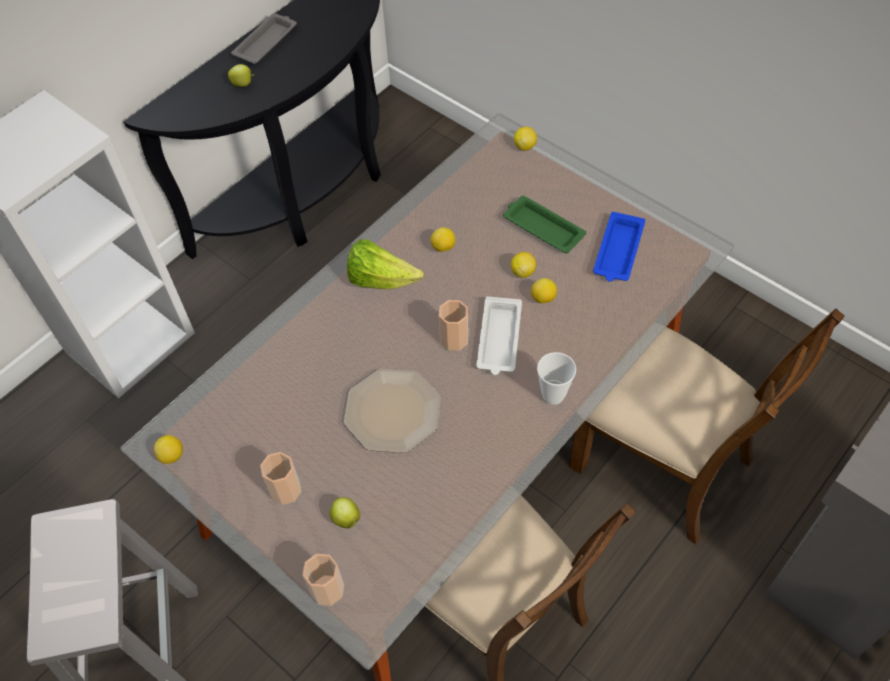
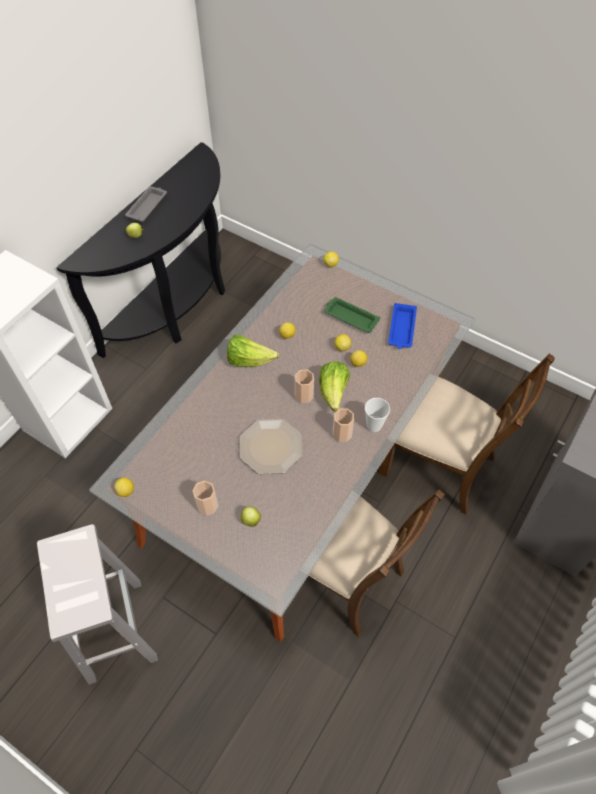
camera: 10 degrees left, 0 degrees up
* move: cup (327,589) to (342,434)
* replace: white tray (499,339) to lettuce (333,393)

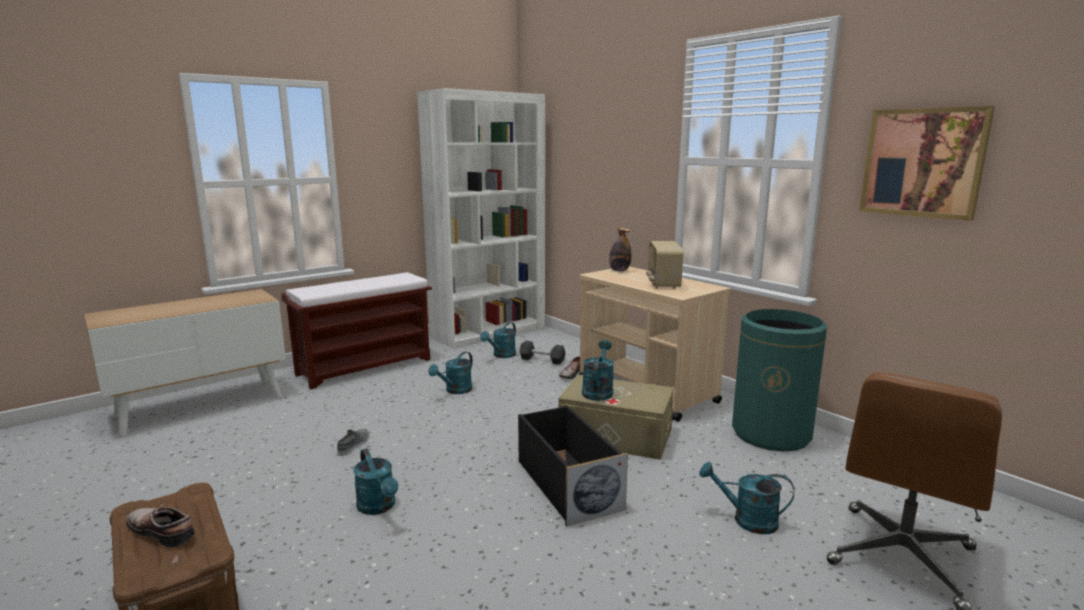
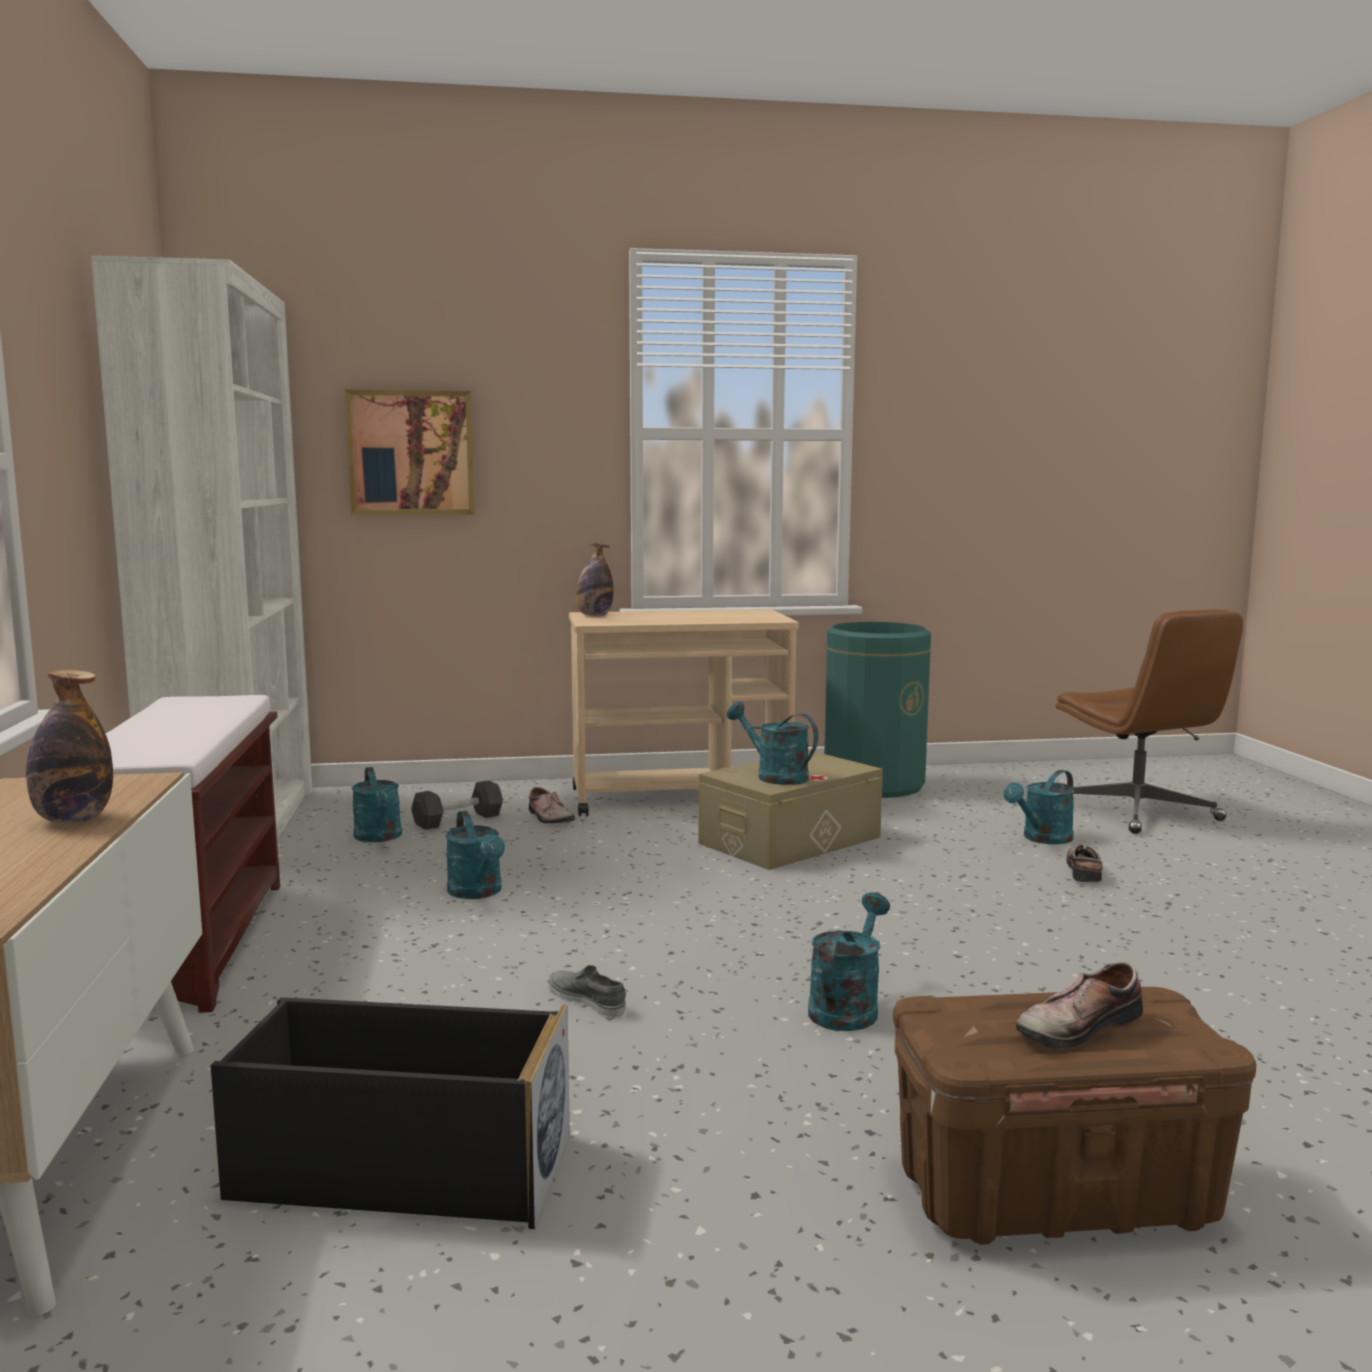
camera: 60 degrees left, 5 degrees down
* delete: radio (662,283)
* insert: bottle (73,820)
* insert: shoe (1086,872)
* move: black storage box (566,484) to (399,1169)
* move: picture (922,163) to (411,453)
* rotate: turquoise watering can (379,507) = (847,1007) 60 degrees counterclockwise

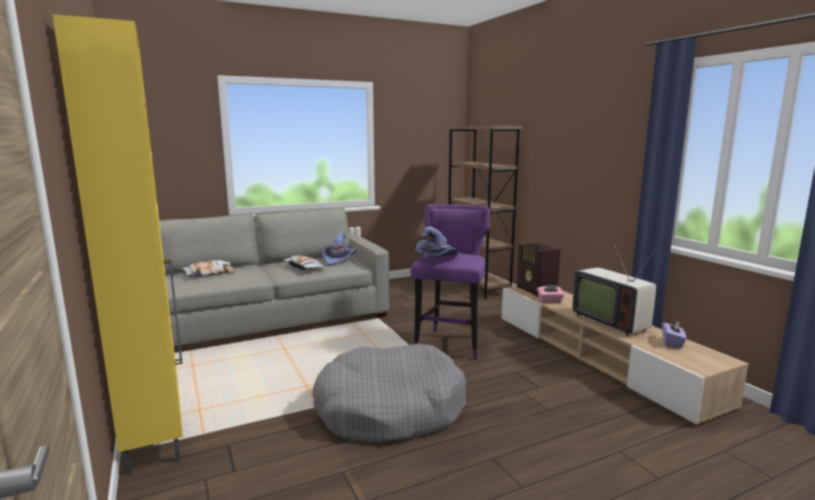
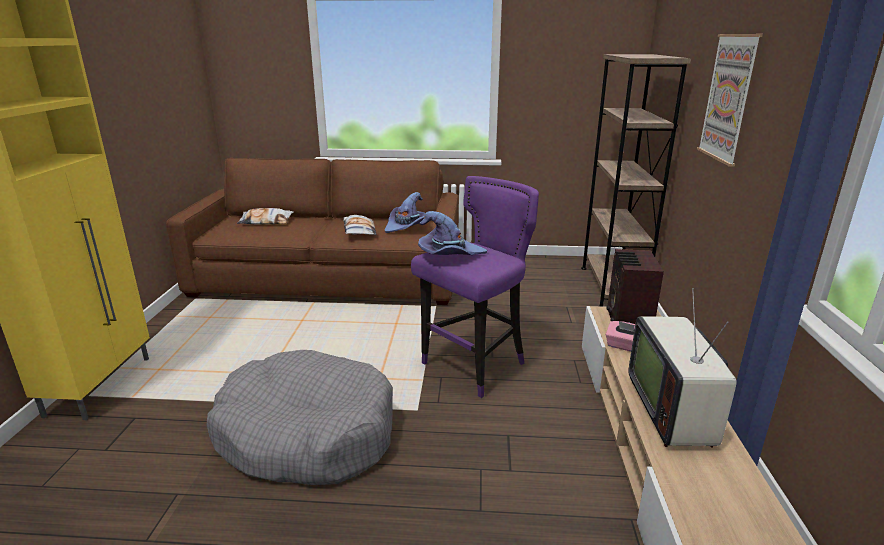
camera: 30 degrees right, 10 degrees up
* delete: purple tissue box (672,343)
* insert: picture (728,98)
* recolor: grey sofa (266,318) to brown sofa (329,278)

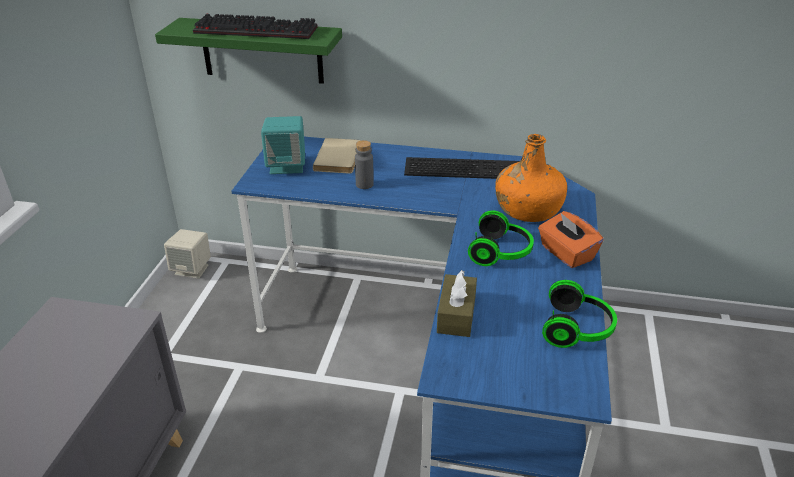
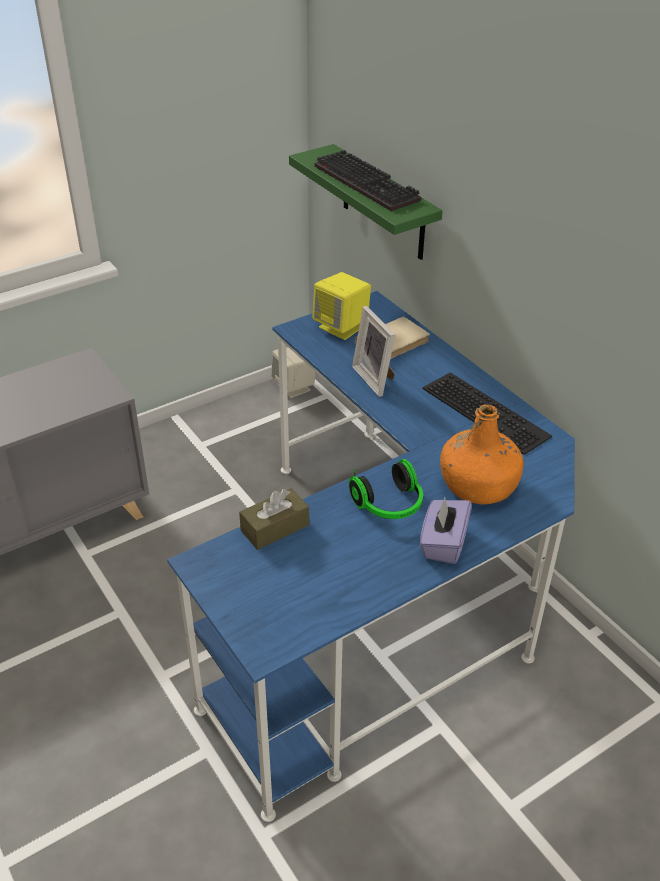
camera: 45 degrees right, 5 degrees up
* delete: headphones (578,329)
* replace: grey bottle (364,184) to picture frame (376,378)
* recolor: turquoise speaker (287,166) to yellow speaker (341,327)
* recolor: orange tissue box (566,253) to purple tissue box (443,543)

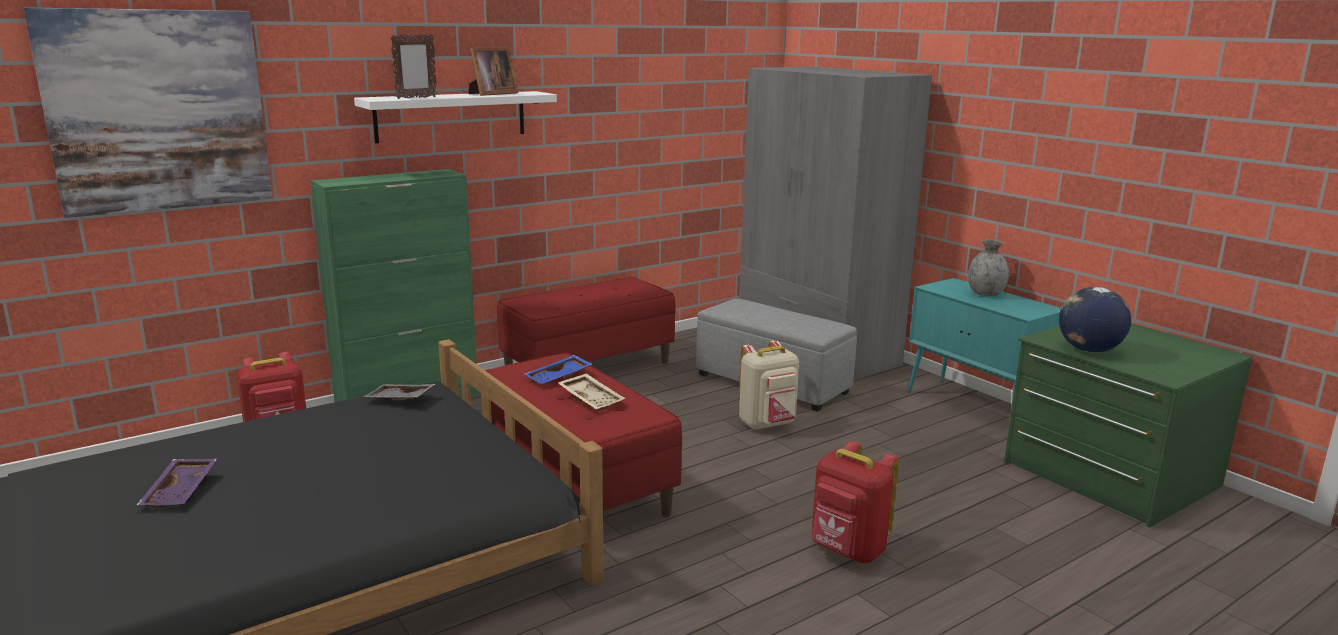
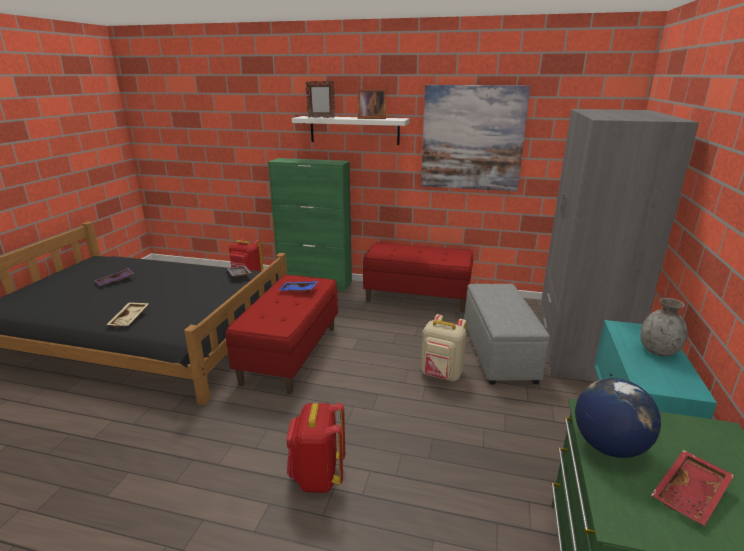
camera: 50 degrees right, 5 degrees up
* insert: red tray (691,495)
* move: picture (158,111) to (472,138)
* move: beige tray (592,399) to (130,319)

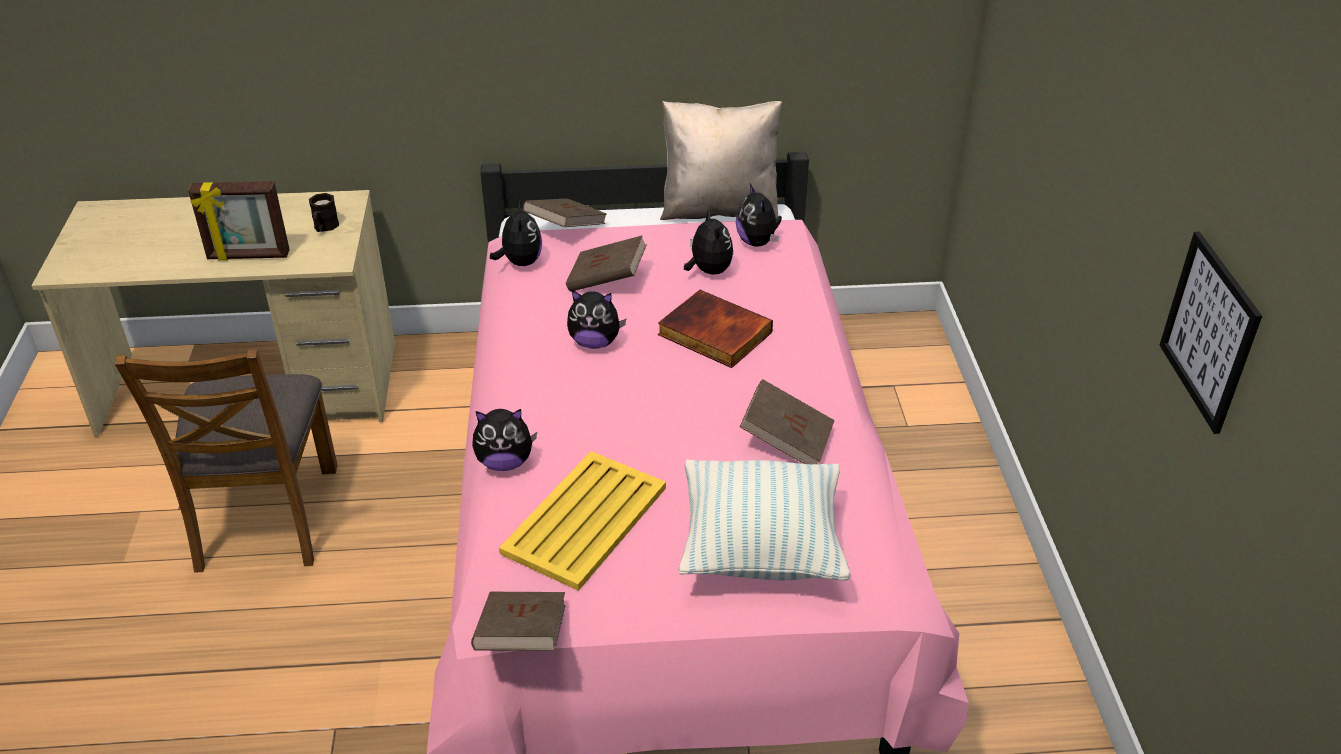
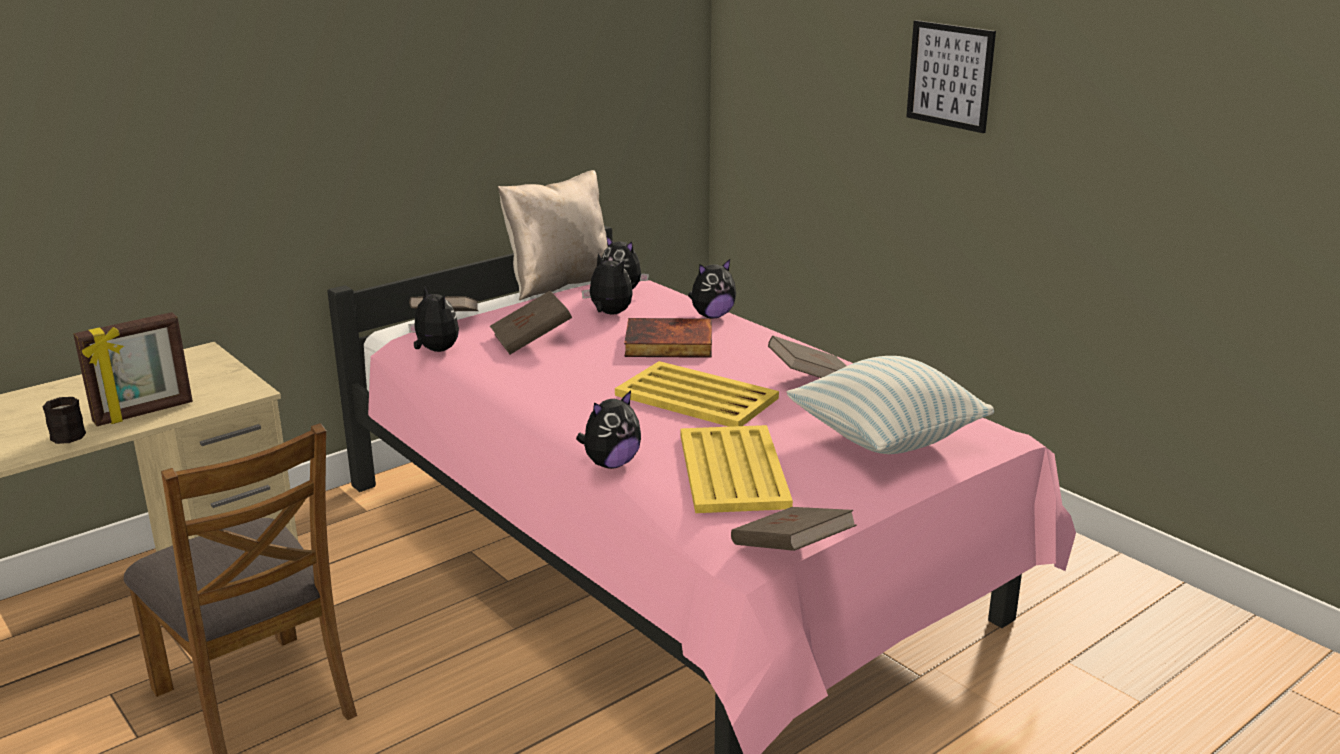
camera: 35 degrees left, 15 degrees down
* insert: yellow tray (695,396)
* move: black mug (324,227) to (68,439)
* move: plush toy (595,342) to (712,316)
* move: picture (1209,331) to (950,75)

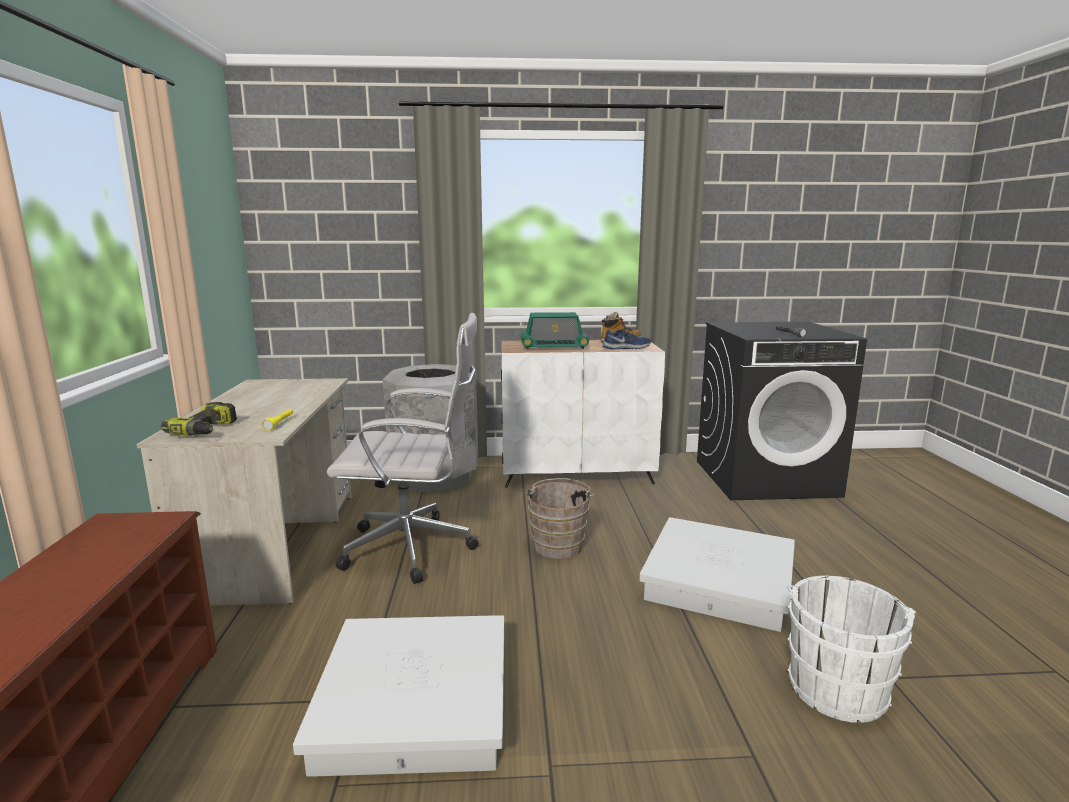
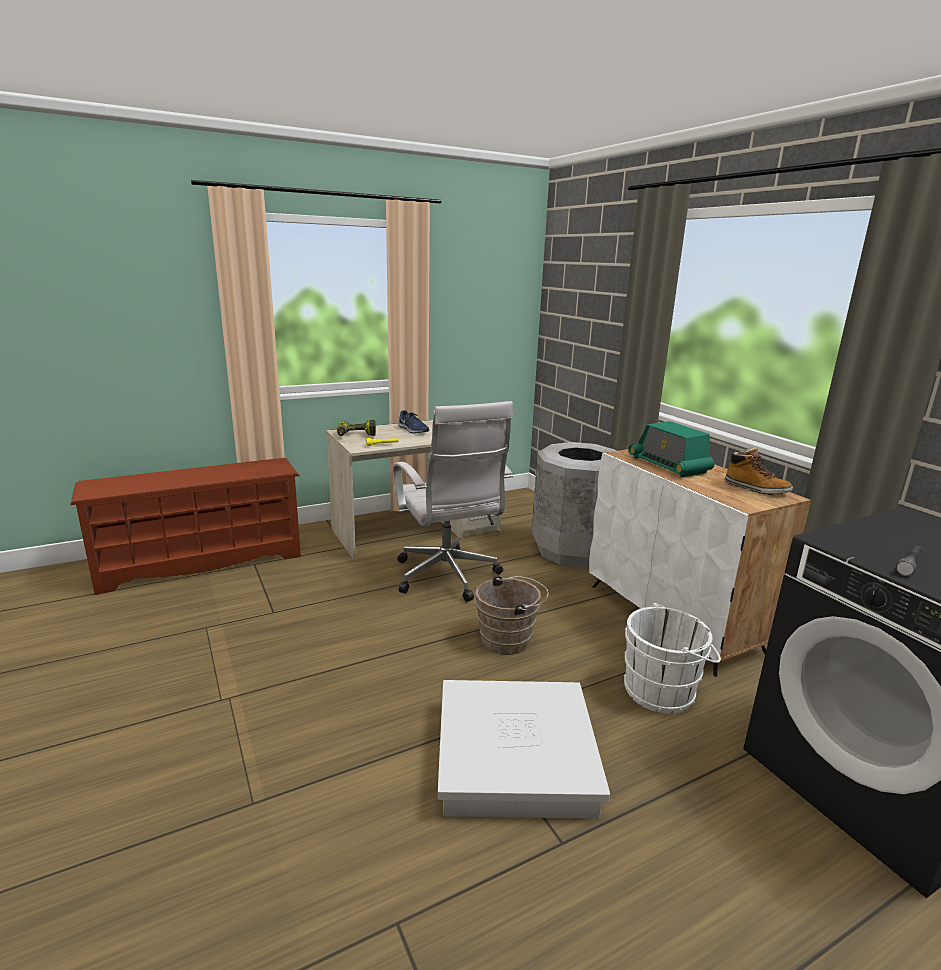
camera: 65 degrees right, 5 degrees up
* delete: white storage box (414,704)
* move: blue shoe (627,348) to (412,430)
* move: white bucket (836,685) to (663,690)

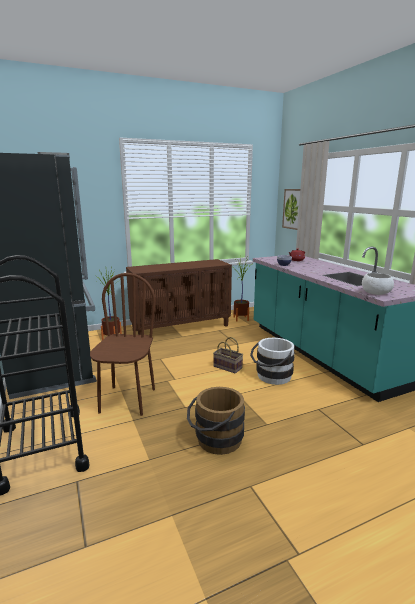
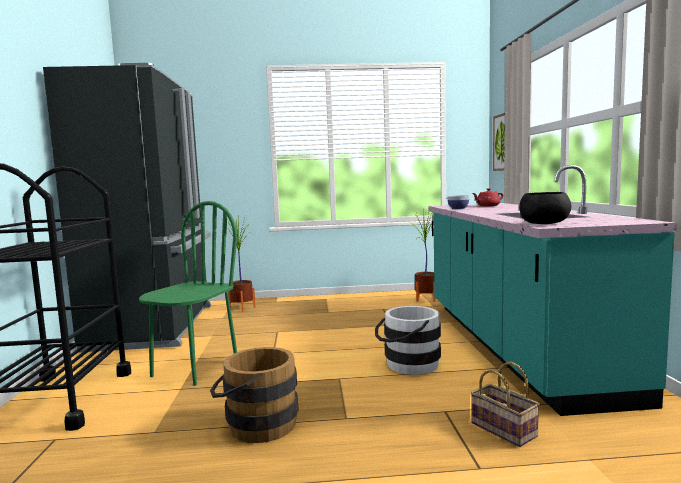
camera: 20 degrees right, 10 degrees down
* delete: brown cabinet (181,328)
* move: basket (228,367) to (505,430)
* recolor: brown chair (127,400) to green chair (195,368)
* recolor: white bowl (375,293) to black bowl (543,223)

